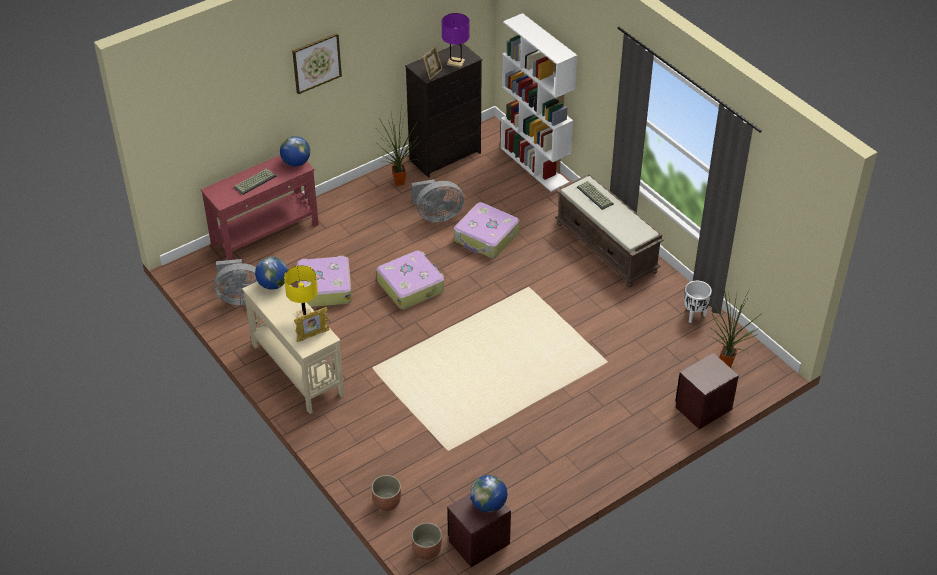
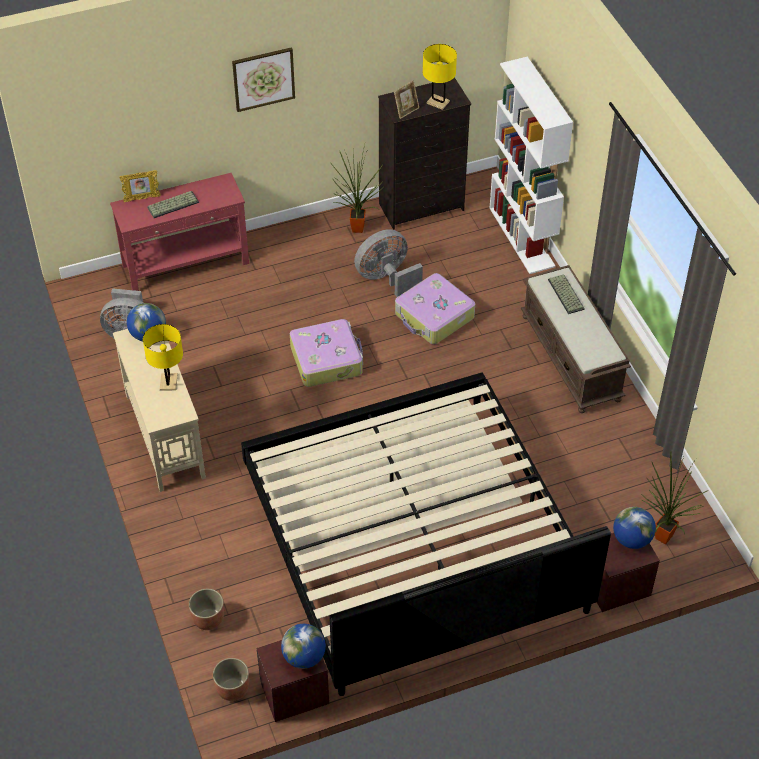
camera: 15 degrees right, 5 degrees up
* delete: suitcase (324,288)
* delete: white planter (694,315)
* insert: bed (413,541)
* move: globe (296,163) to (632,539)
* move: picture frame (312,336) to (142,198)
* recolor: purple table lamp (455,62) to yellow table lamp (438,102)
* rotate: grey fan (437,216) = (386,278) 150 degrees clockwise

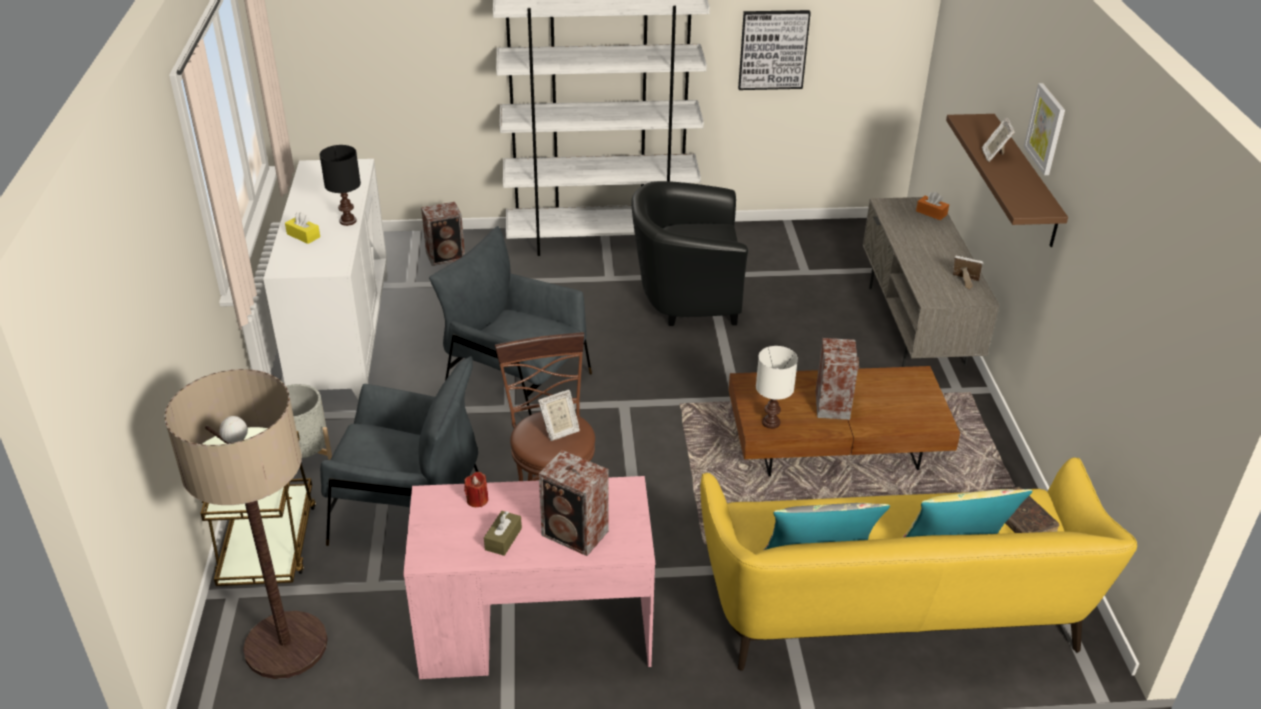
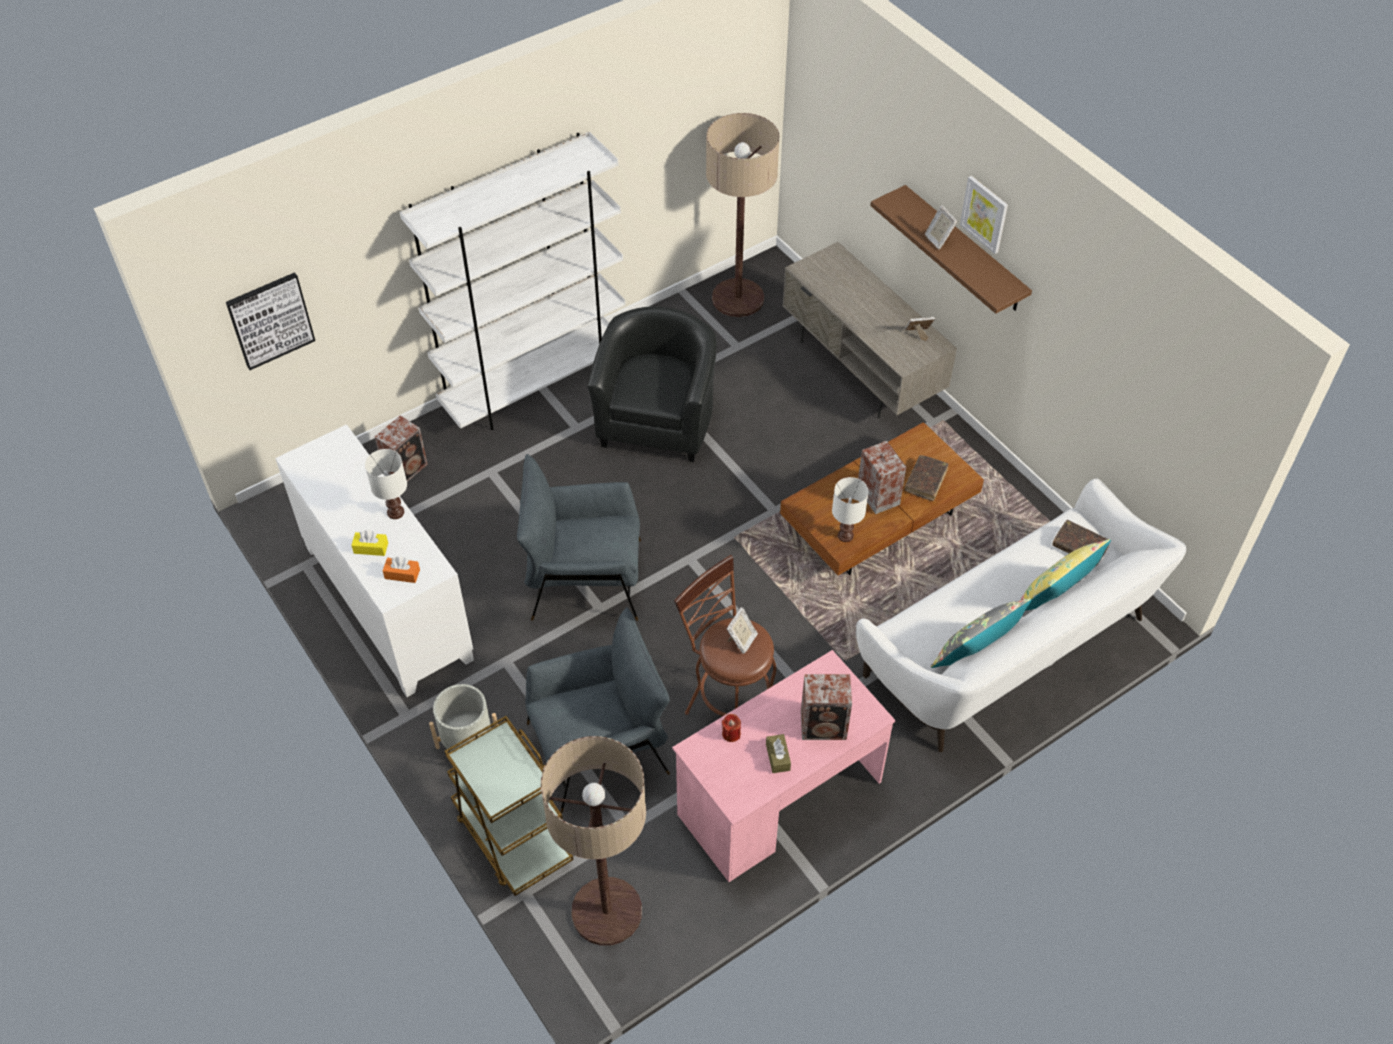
camera: 30 degrees left, 15 degrees up
* insert: floor lamp (738,298)
* insert: brown book (925,481)
* move: picture (773,49) to (270,320)
* move: orange tissue box (931,213) to (402,574)
* recolor: black table lamp (347,221) to white table lamp (395,513)
* recolor: yellow sofa (894,610) to white sofa (1008,648)
* rotate: black armchair (685,297) = (658,421) 135 degrees clockwise

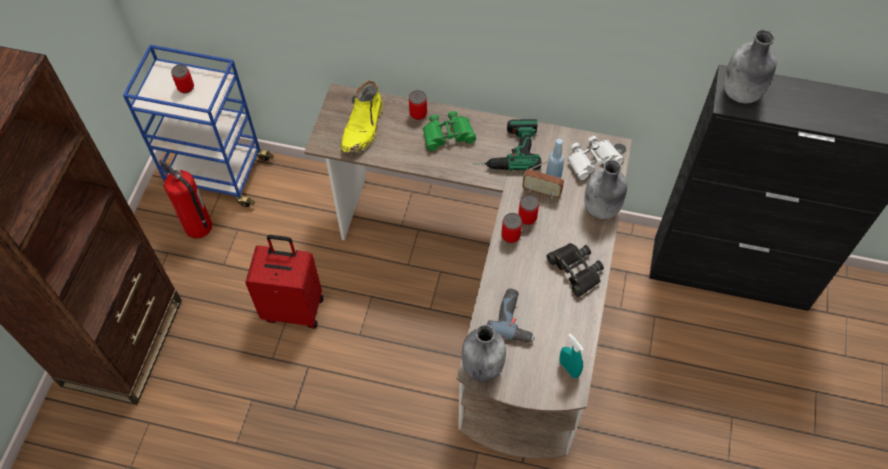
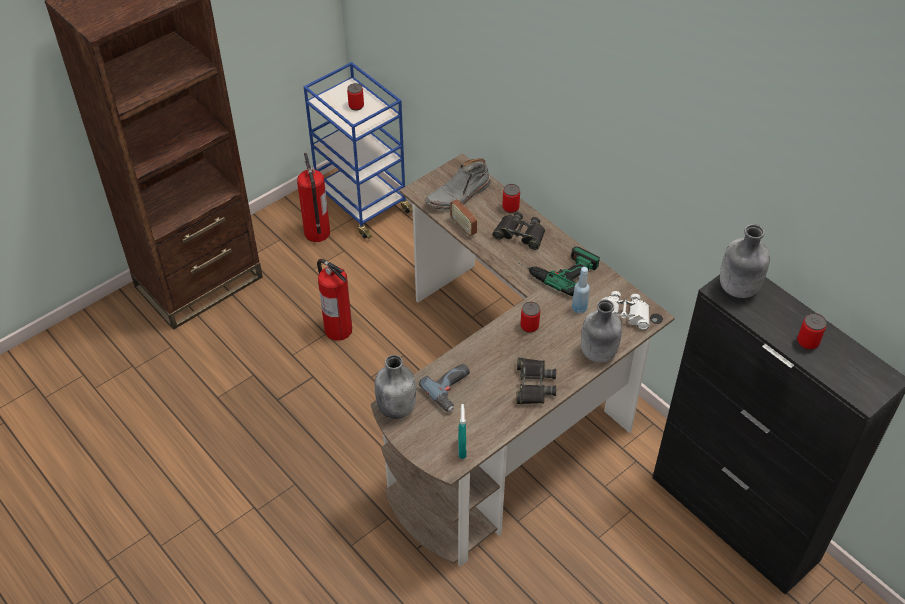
camera: 35 degrees right, 10 degrees down
* move: can (510,235) to (807,342)
* move: radio (541,191) to (463,227)
* replace: red suitcase (294,308) to fire extinguisher (338,329)
* recolor: yellow boot (363,127) to grey boot (458,195)
* recolor: green binoculars (447,135) to black binoculars (520,234)

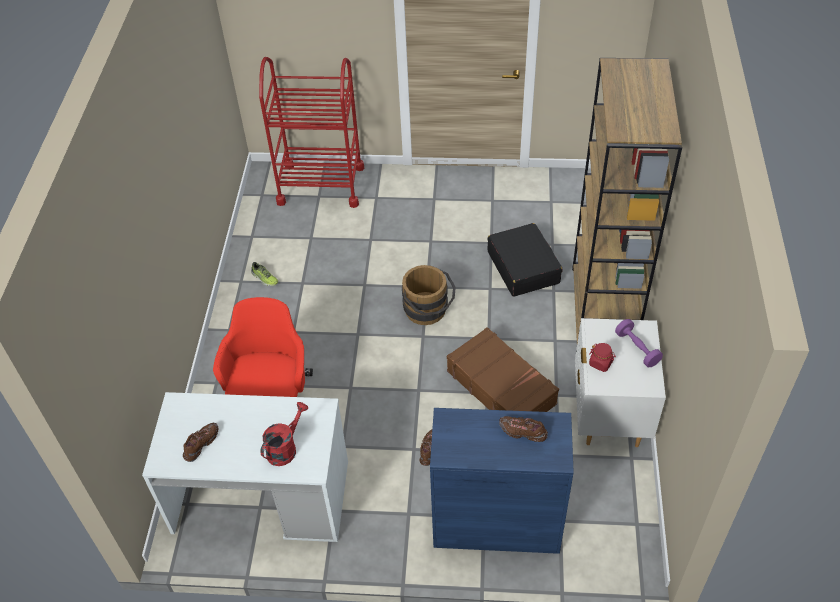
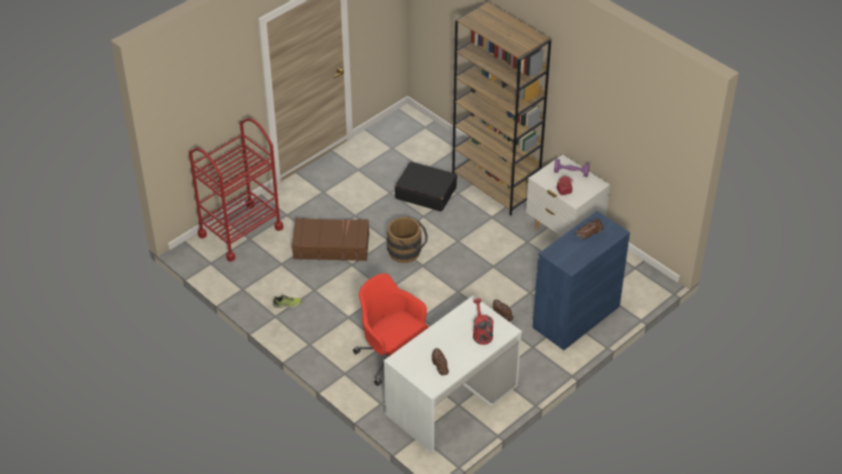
camera: 50 degrees left, 5 degrees down
* move: brown suitcase (501,387) to (331,245)

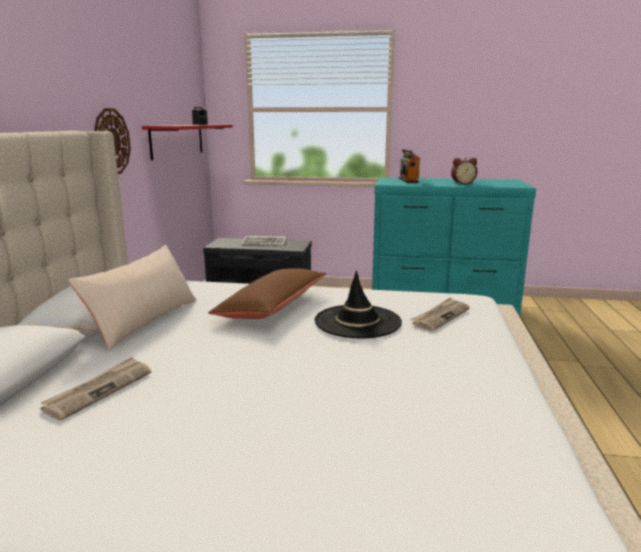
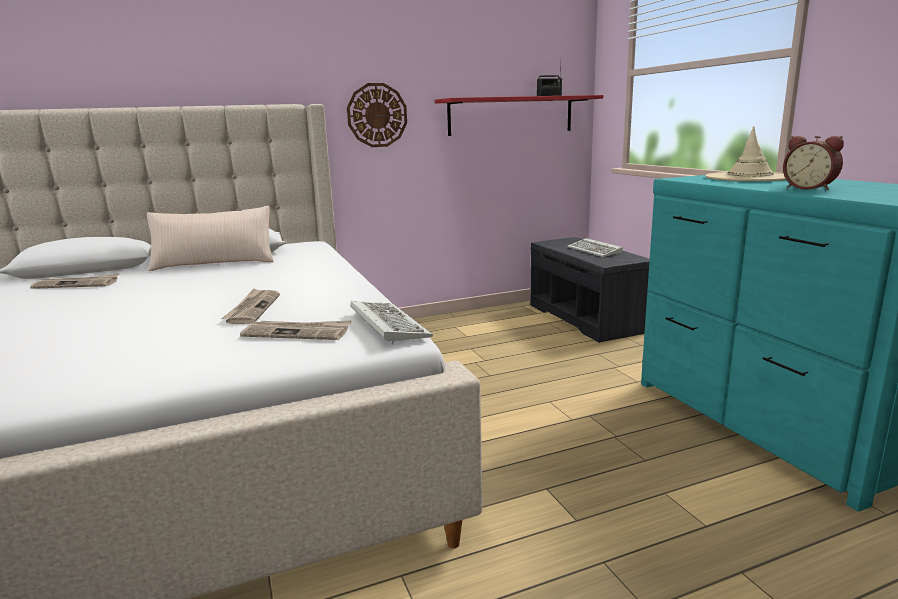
camera: 60 degrees right, 0 degrees up
* delete: brown pillow (272,306)
* insert: keyboard (386,324)
* replace: black hat (357,322) to newspaper (253,309)
* replace: radio (408,180) to beige hat (749,177)

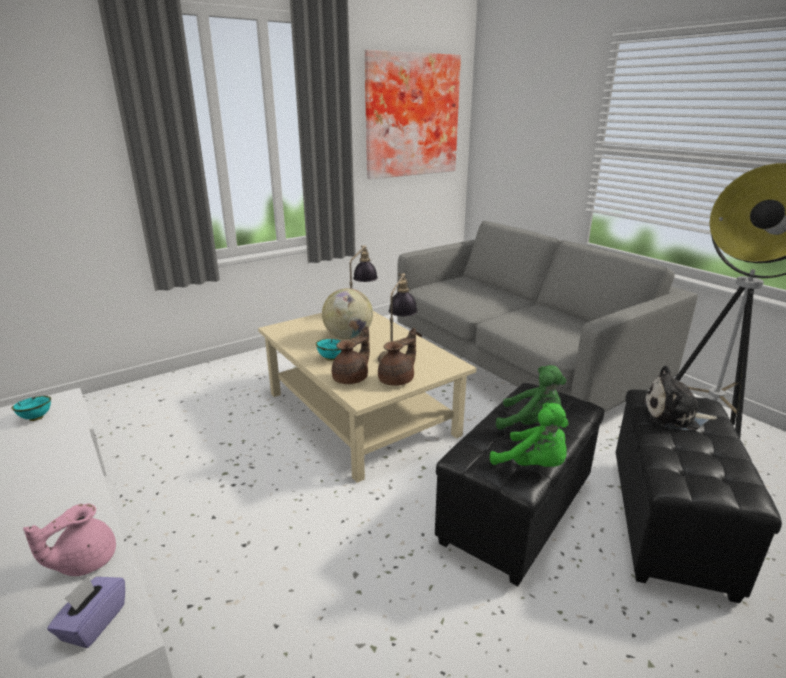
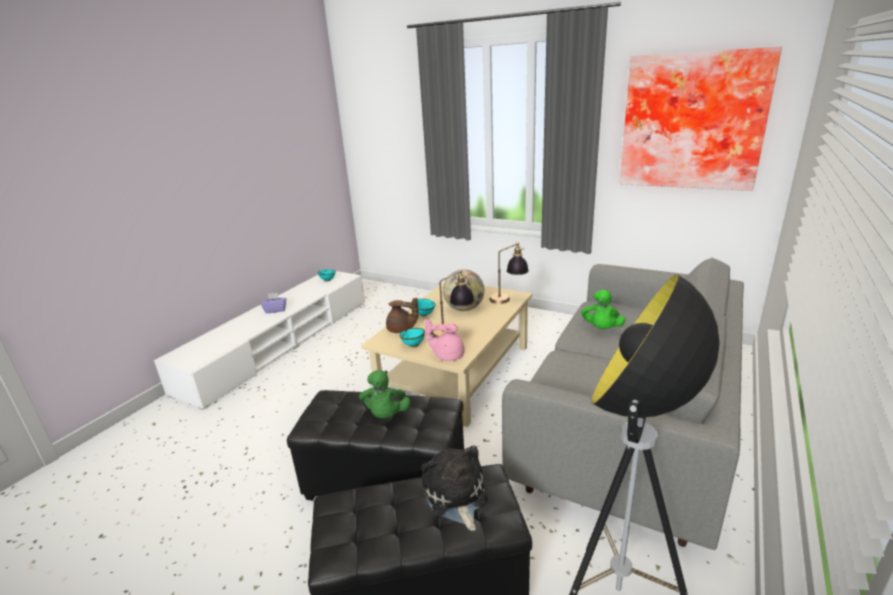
camera: 65 degrees right, 0 degrees up
* move: pink teapot (84,561) to (447,355)
* move: purple tissue box (93,623) to (275,310)
* move: green plush toy (533,465) to (601,329)
* replace: brown teapot (397,380) to turquoise bowl (413,345)

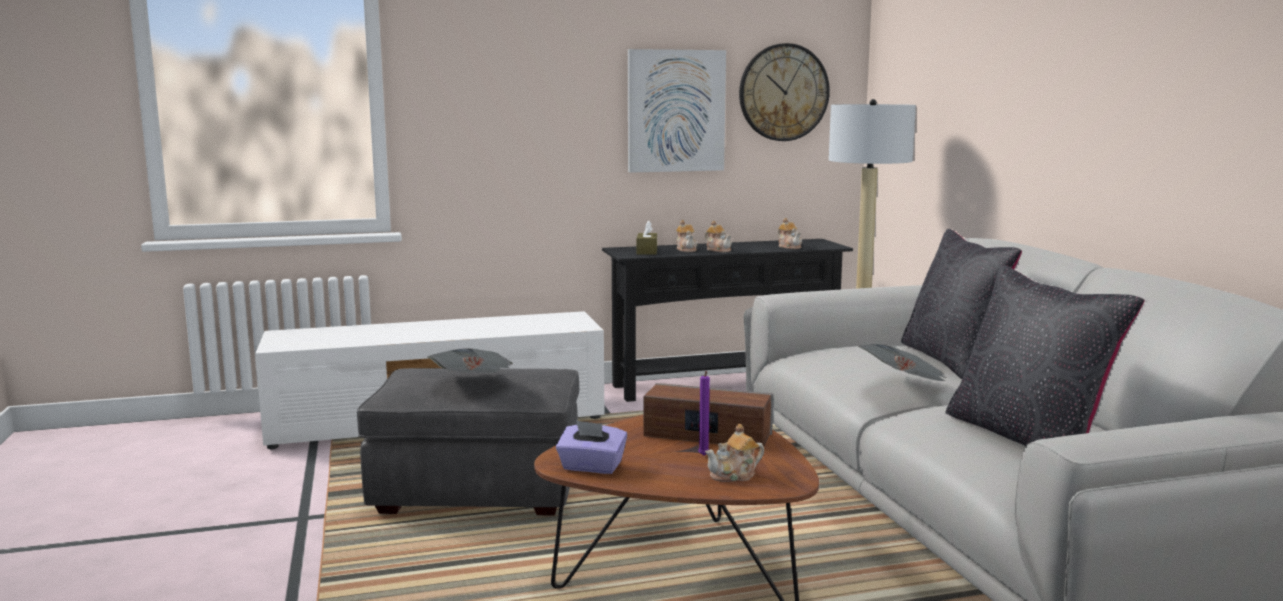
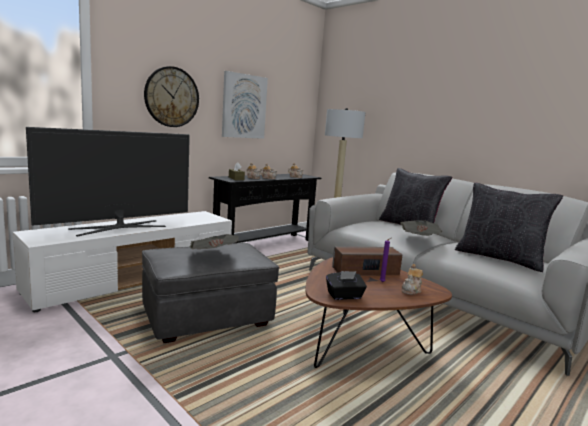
camera: 30 degrees left, 0 degrees up
* insert: television (119,227)
* move: wall clock (783,92) to (172,97)
* recolor: purple tissue box (591,467) to black tissue box (344,296)

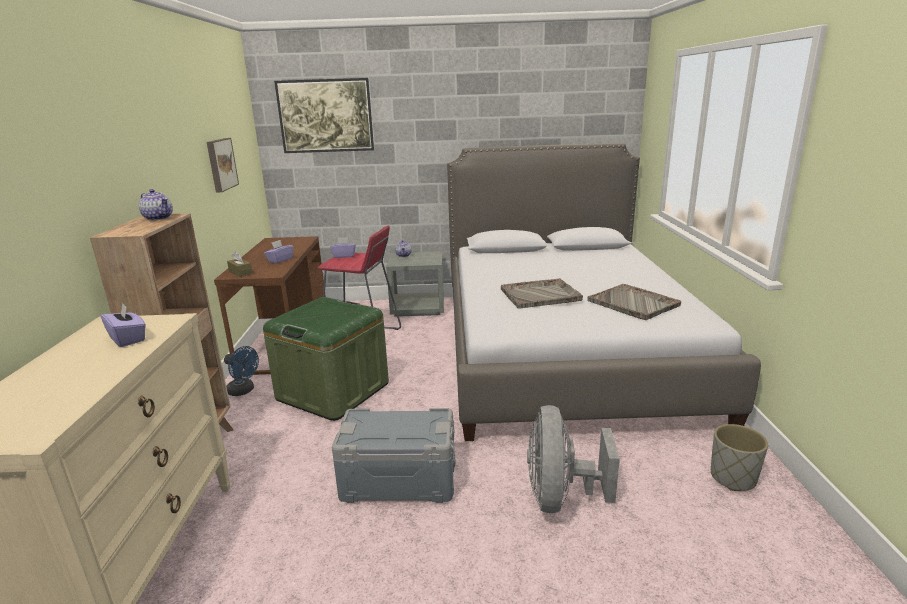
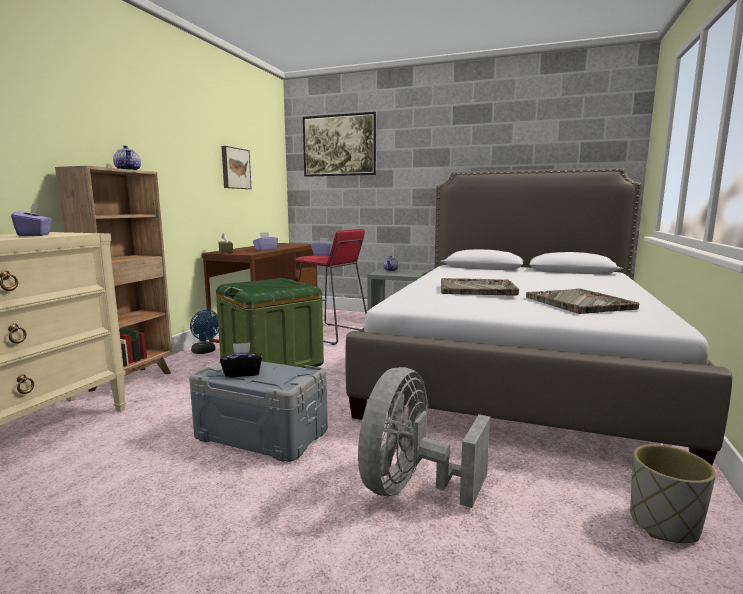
camera: 20 degrees right, 10 degrees down
* insert: black tissue box (242,373)

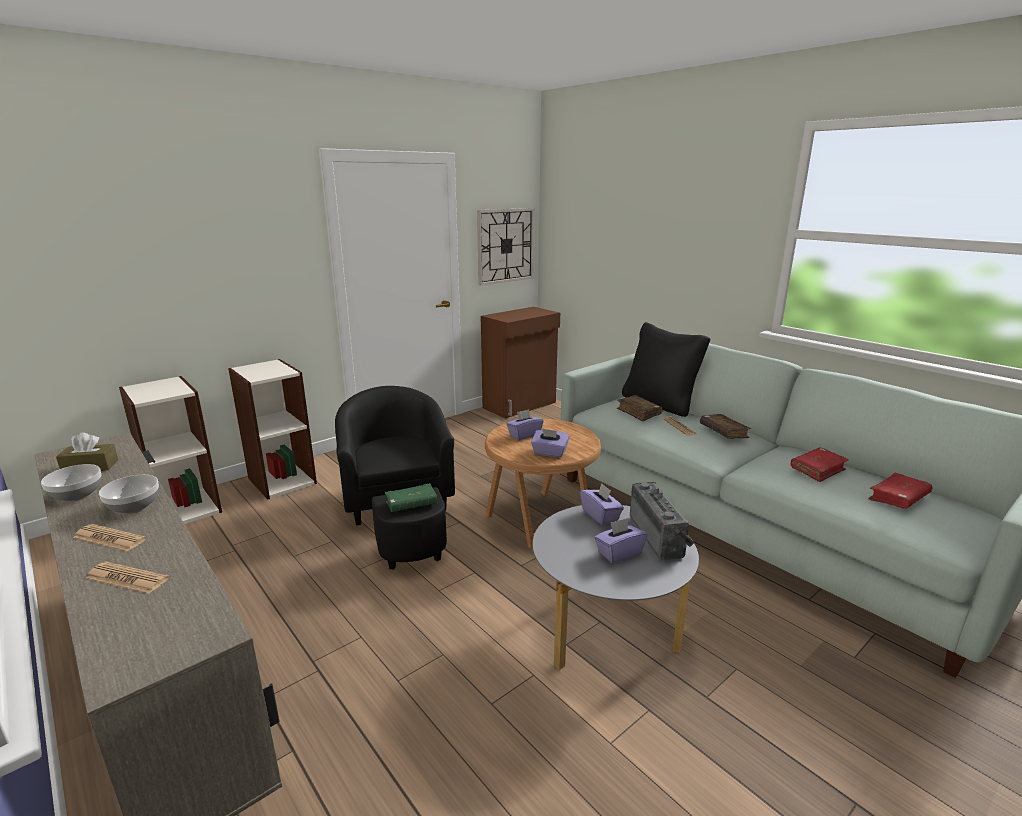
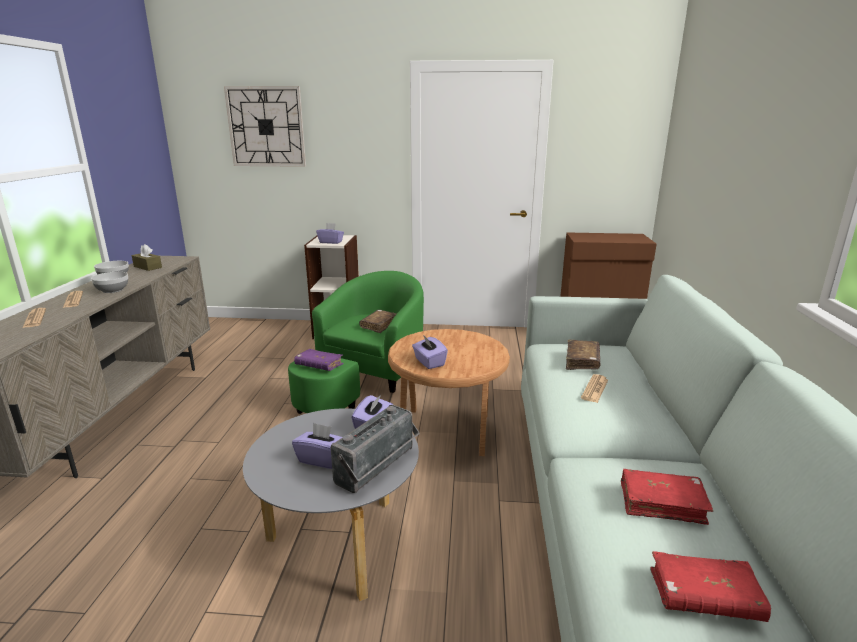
camera: 45 degrees right, 0 degrees up
* delete: bookcase (185,508)
* delete: black pillow (660,403)
* move: wall clock (505,246) to (266,127)
* move: purple tissue box (524,435) to (331,242)
* move: brown book (723,432) to (378,325)
* recolor: black armchair (400,511) to green armchair (365,379)
* recolor: green book (411,504) to purple book (319,365)

